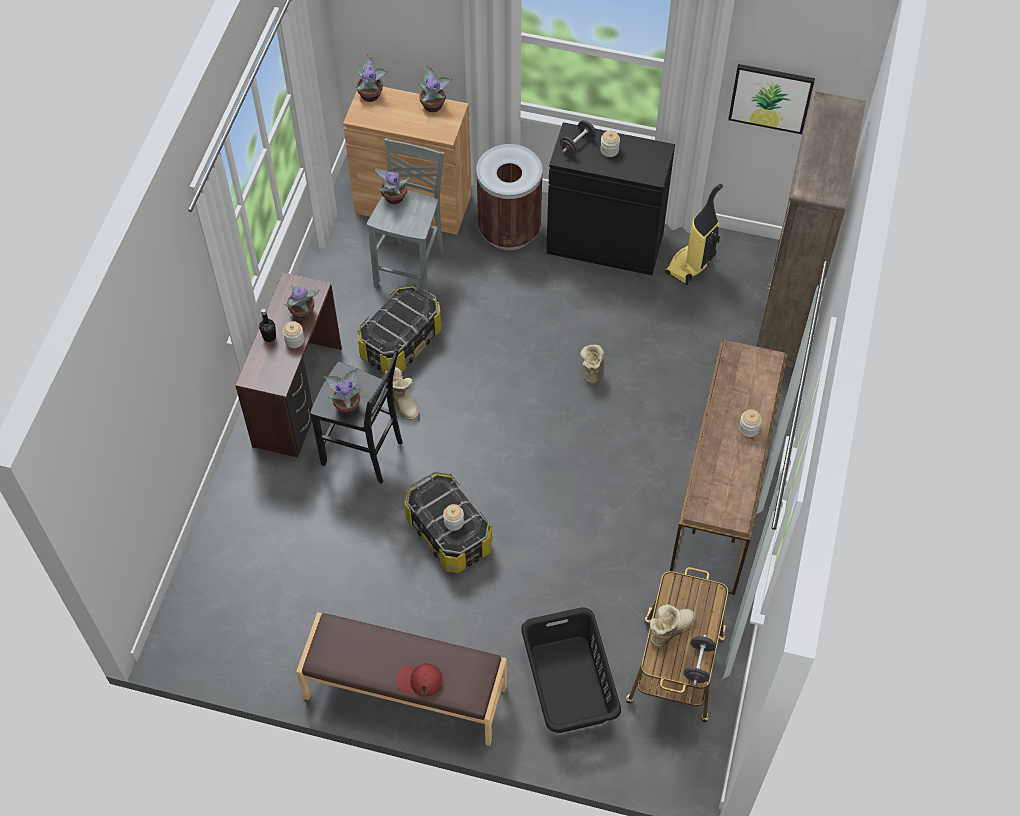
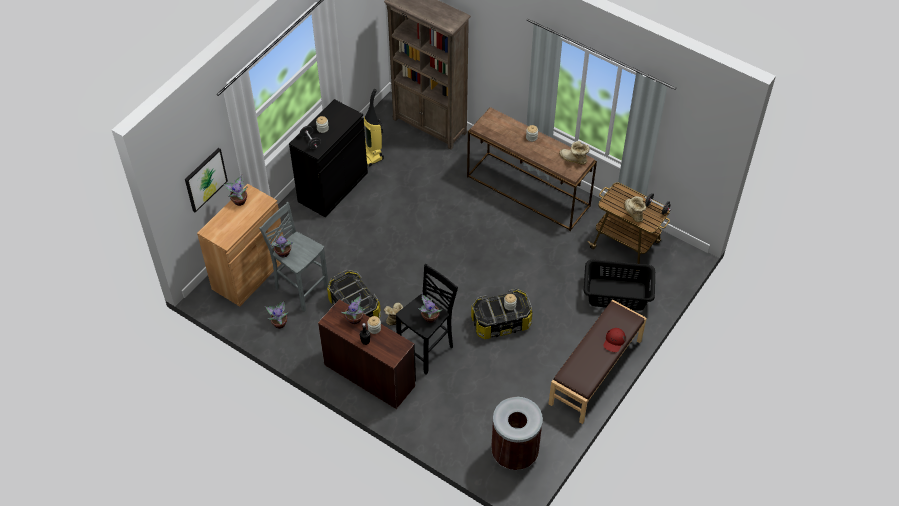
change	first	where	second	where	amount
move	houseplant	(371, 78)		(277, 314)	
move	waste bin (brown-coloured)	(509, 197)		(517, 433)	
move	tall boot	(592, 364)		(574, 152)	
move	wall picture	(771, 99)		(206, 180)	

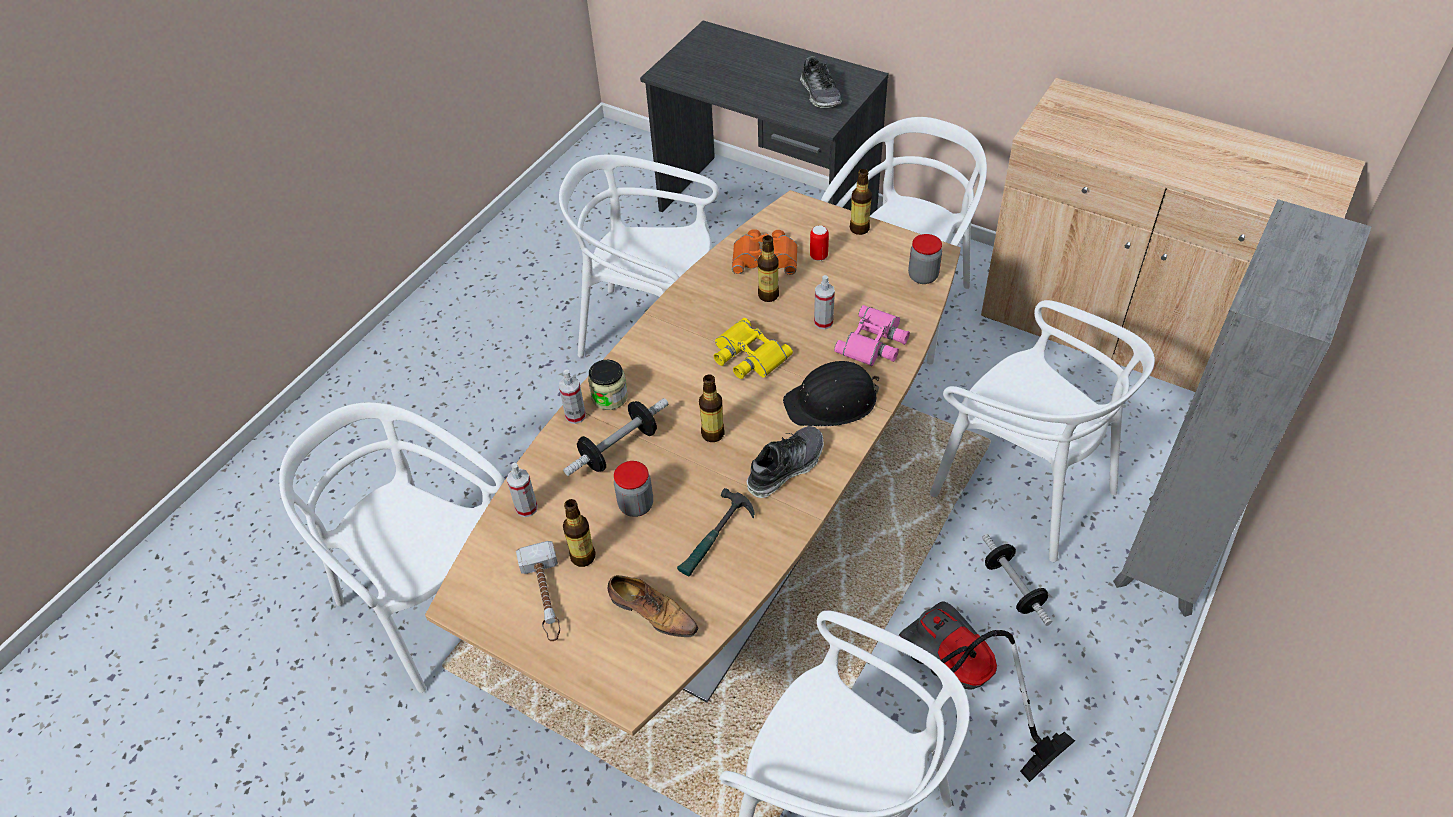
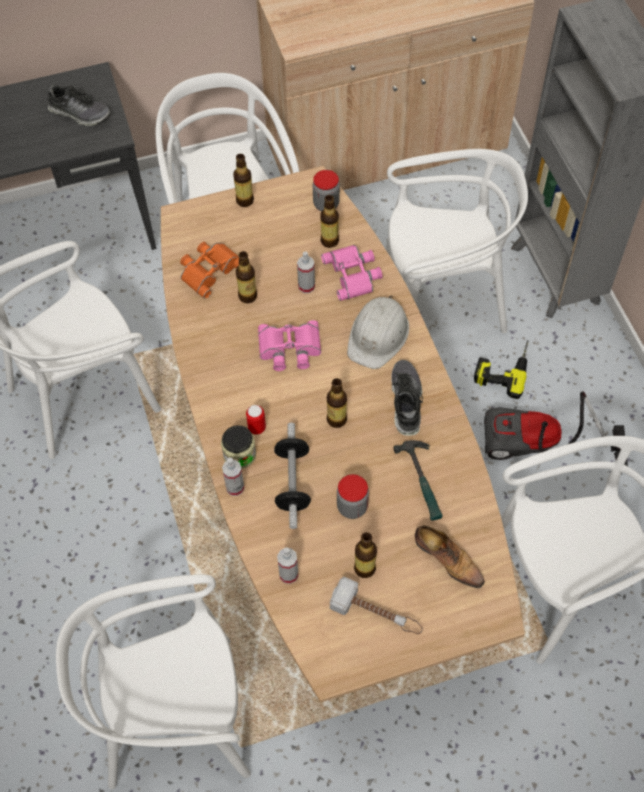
change	first	where	second	where	amount
rotate	shoe	(653, 606)		(450, 556)	60 degrees clockwise
recolor	field glasses (yellow-coloured)	(753, 348)	field glasses (pink-coloured)	(289, 345)	
recolor	work helmet (black-coloured)	(831, 393)	work helmet (white-coloured)	(378, 332)	
move	sealed can	(819, 243)		(256, 420)	
replace	dumbbell	(1017, 580)	electric drill	(501, 369)	
insert			beverage bottle	(329, 221)	

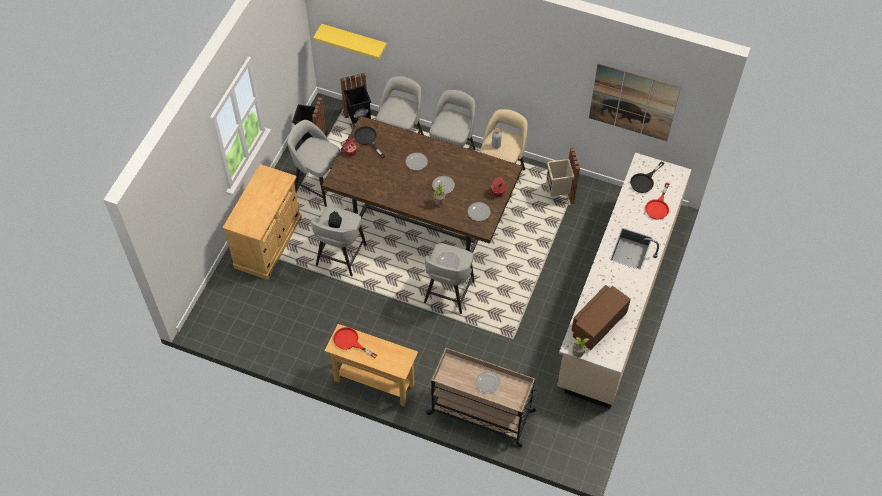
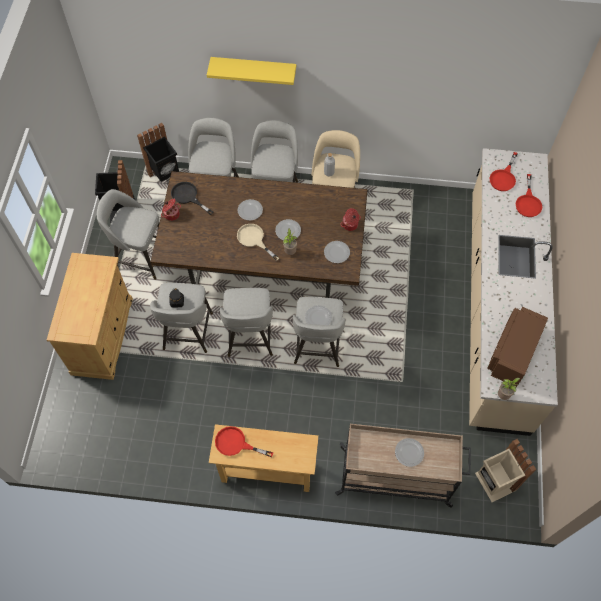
change	first	where	second	where	amount
move	shelf (yellow-coloured)	(350, 41)		(251, 71)	
move	waste bin (beige)	(563, 176)		(505, 470)	
delete	wall picture	(635, 102)			
recolor	frying pan (black-coloured)	(647, 177)	frying pan (red)	(503, 171)	
insert			stool seat (gray)	(246, 322)	
insert			frying pan (beige)	(258, 242)	

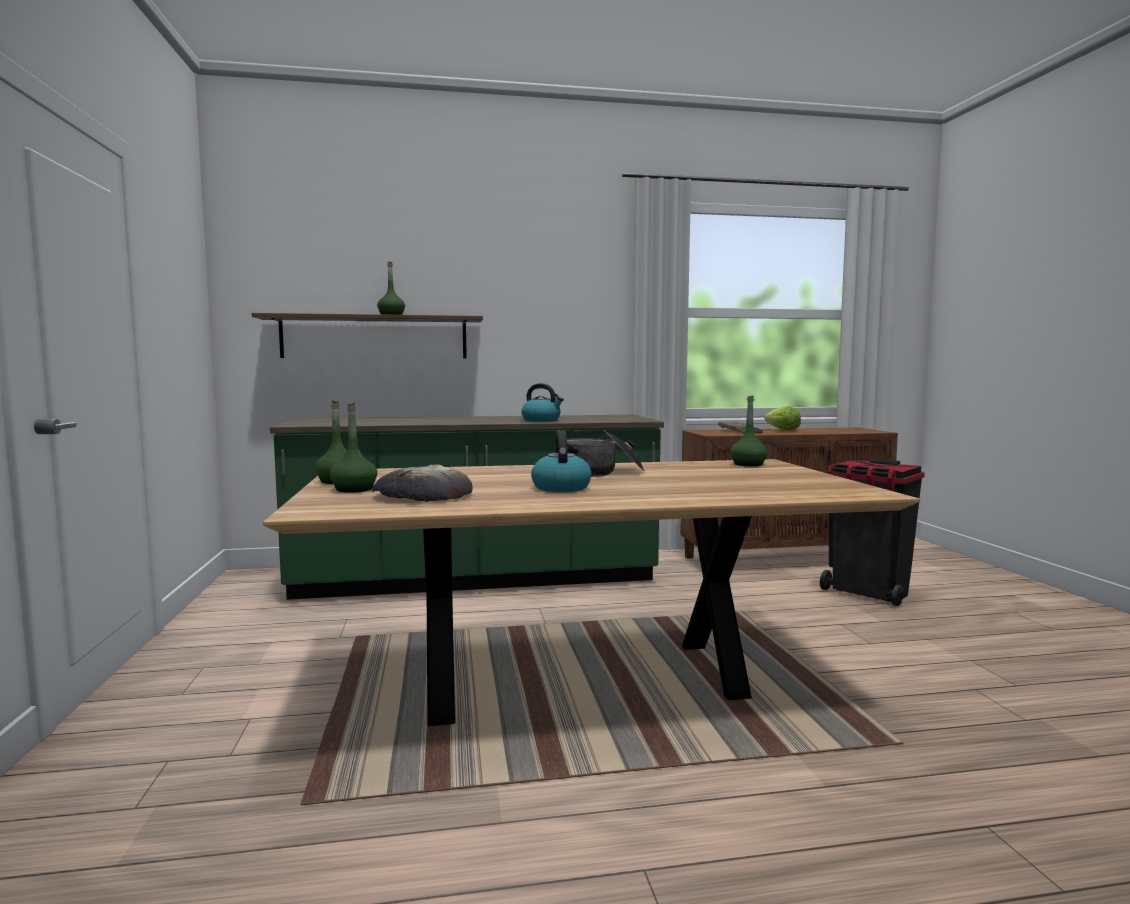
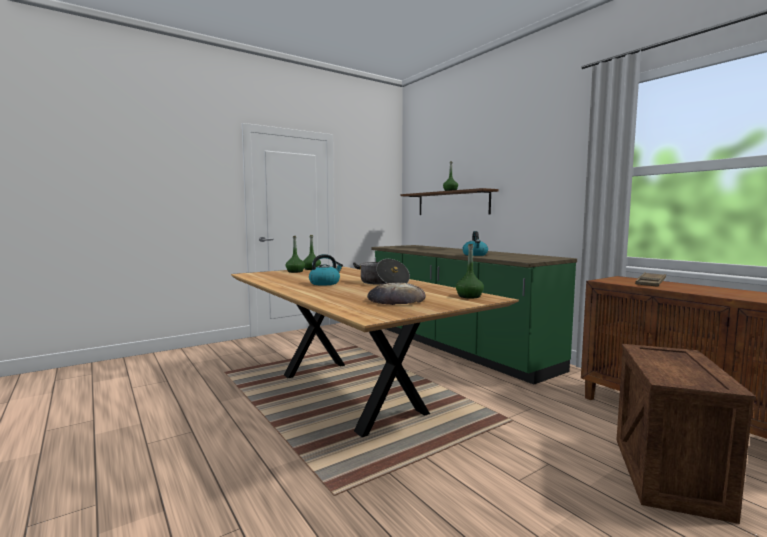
change	first	where	second	where	amount
move	bakery bread	(422, 483)		(396, 294)	
delete	head of lettuce	(783, 419)			
replace	waste bin (black-coloured)	(872, 532)	shipping crate	(686, 434)	

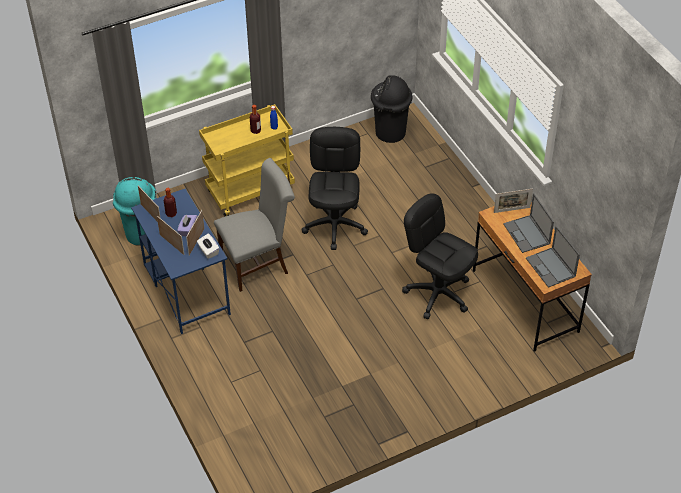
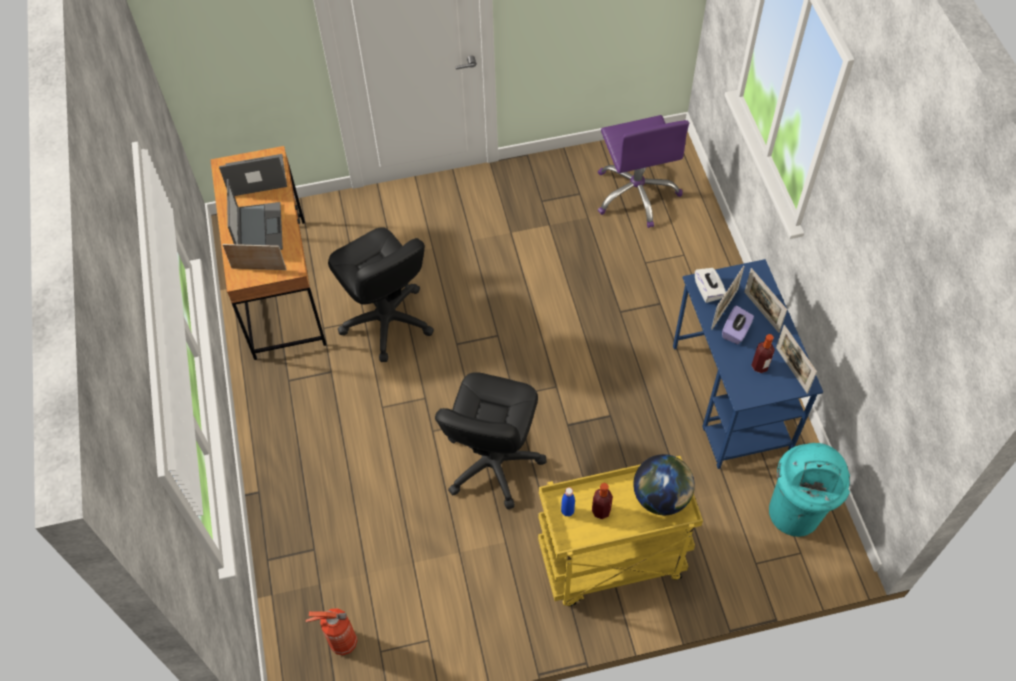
change	first	where	second	where	amount
delete	upright chair (gray)	(254, 225)			
replace	waste bin (black-coloured)	(392, 109)	fire extinguisher	(331, 631)	
rotate	laptop	(553, 257)		(253, 175)	90 degrees counterclockwise
insert			desk chair (purplish)	(643, 171)	
insert			globe	(664, 484)	

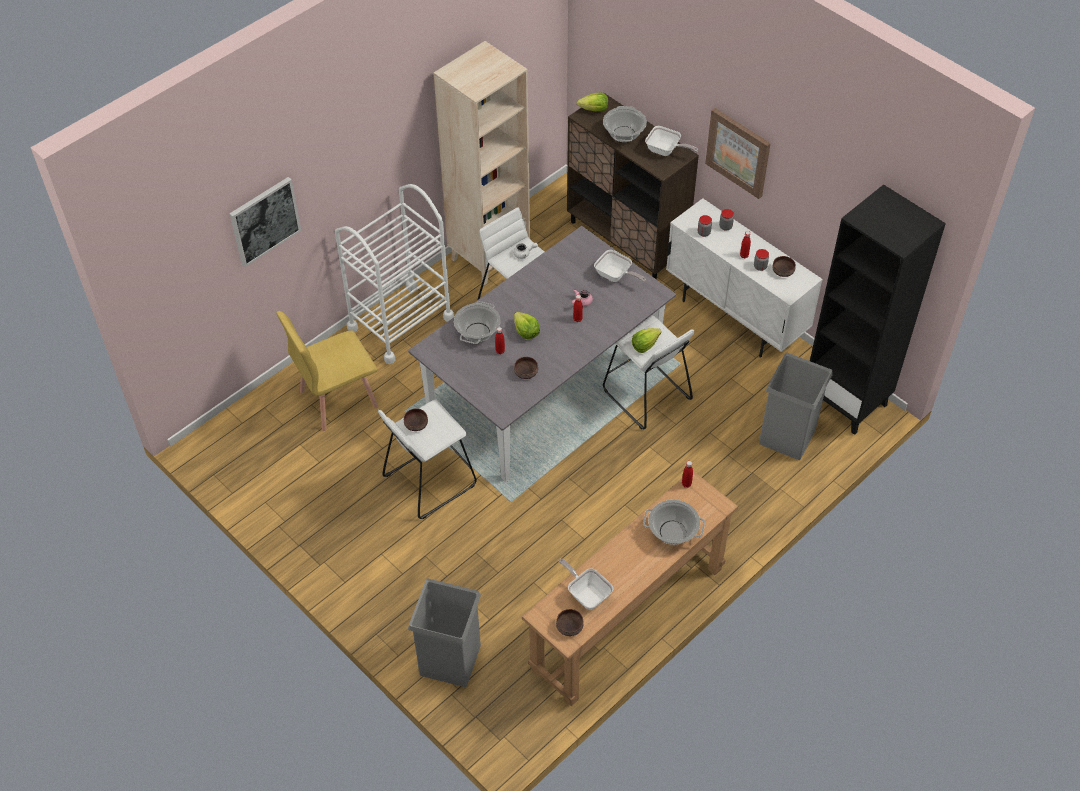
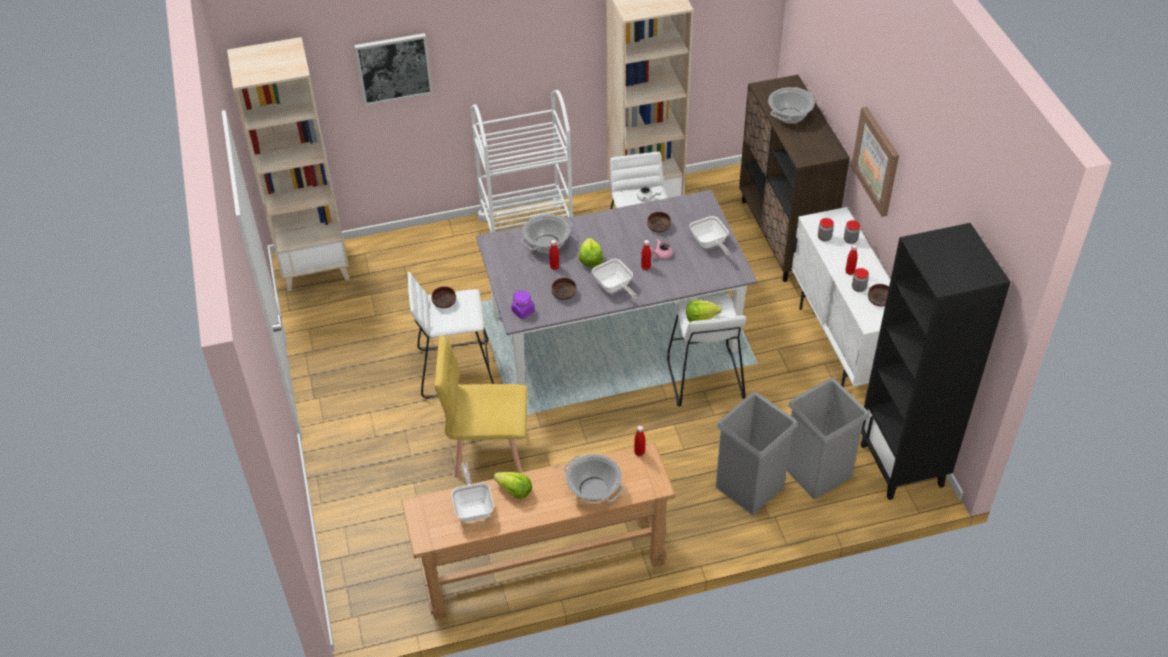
change	first	where	second	where	amount
move	upright chair (yellow-coloured)	(327, 371)		(481, 406)	
move	waste bin (gray)	(444, 633)		(757, 453)	
move	deep dish (brown-coloured)	(570, 622)		(659, 222)	
move	head of lettuce	(592, 102)		(512, 485)	
move	frying pan	(671, 141)		(614, 279)	
insert			bookcase (beige)	(288, 164)	
insert			preserve jar (purplish)	(523, 305)	

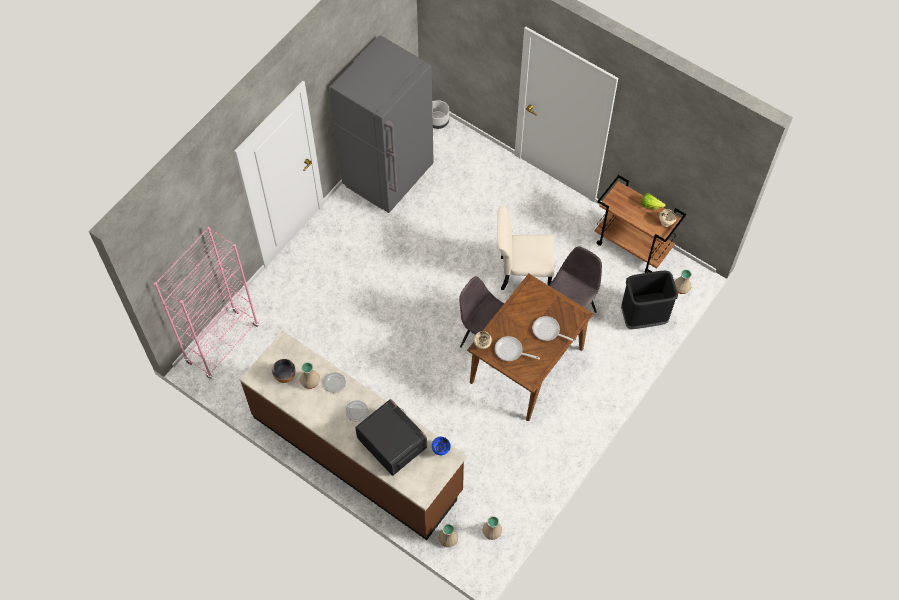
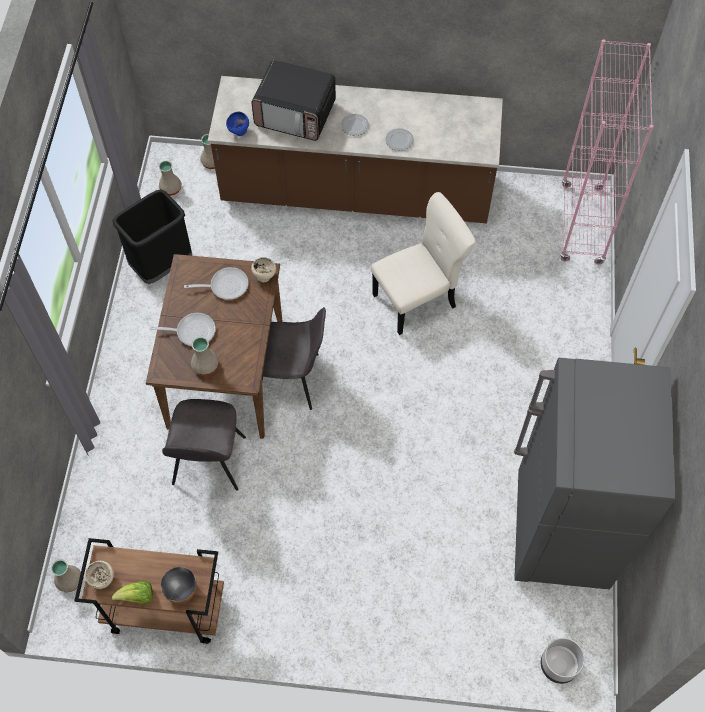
change	first	where	second	where	amount
move	deep dish	(283, 371)		(178, 585)	
move	decorative vase (beige)	(310, 375)		(205, 356)	
move	upright chair (beige)	(525, 248)		(423, 263)	
move	waste bin (black-coloured)	(649, 300)		(152, 236)	

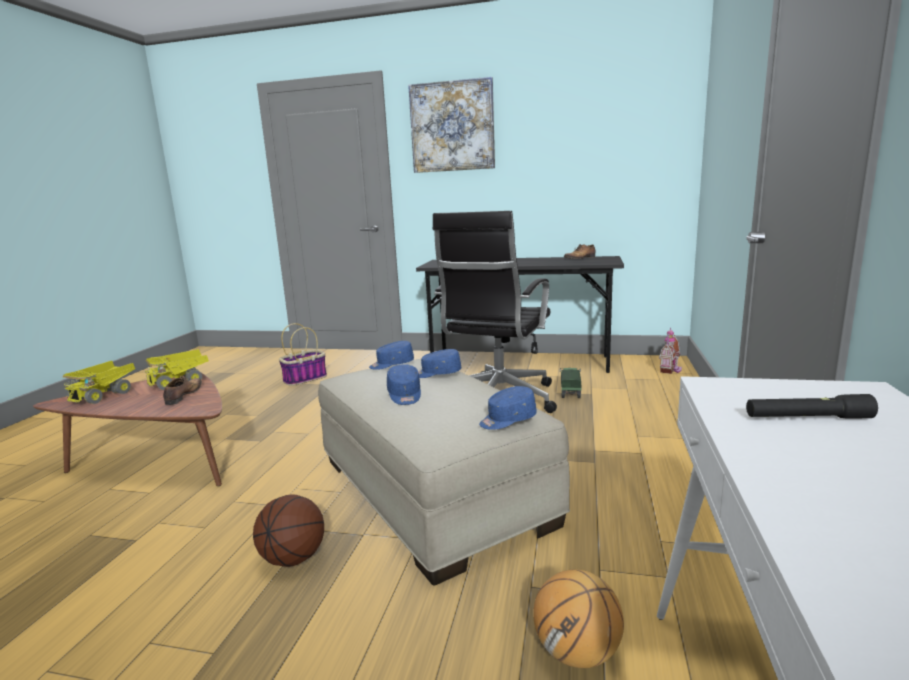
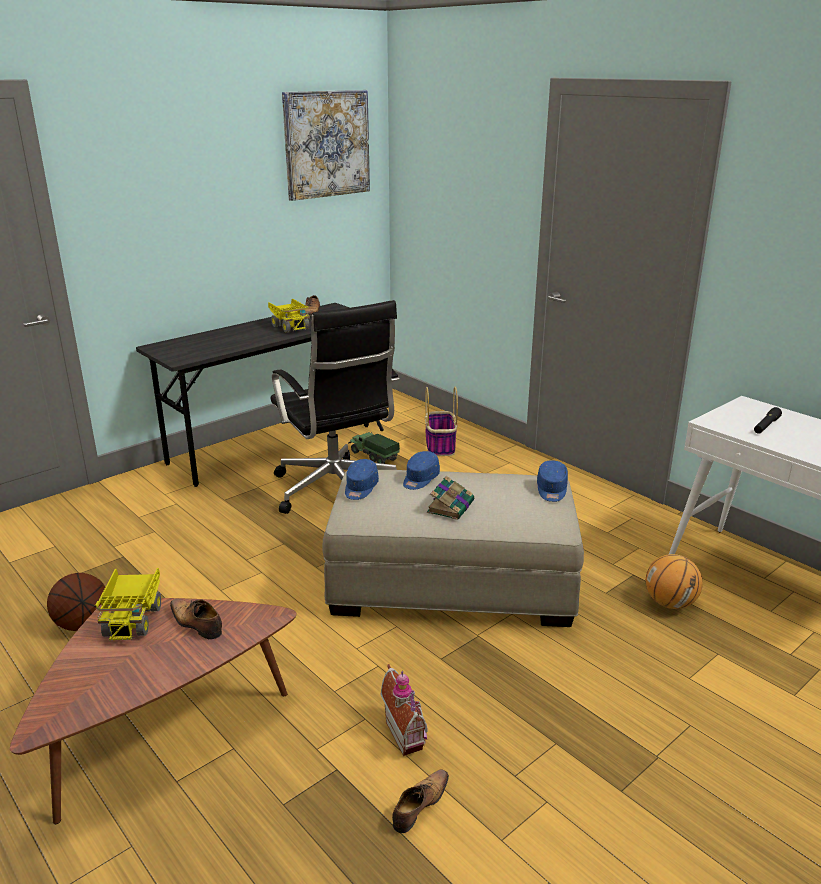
change	first	where	second	where	amount
move	toy truck	(99, 382)		(289, 316)	
move	basketball	(288, 530)		(76, 602)	
move	household basket	(303, 354)		(441, 421)	
replace	cap (bluish)	(404, 384)	bound book	(450, 498)	
move	wall picture	(451, 125)		(326, 145)	
move	miniature house	(670, 351)		(404, 710)	
insert			shoe	(420, 801)	

